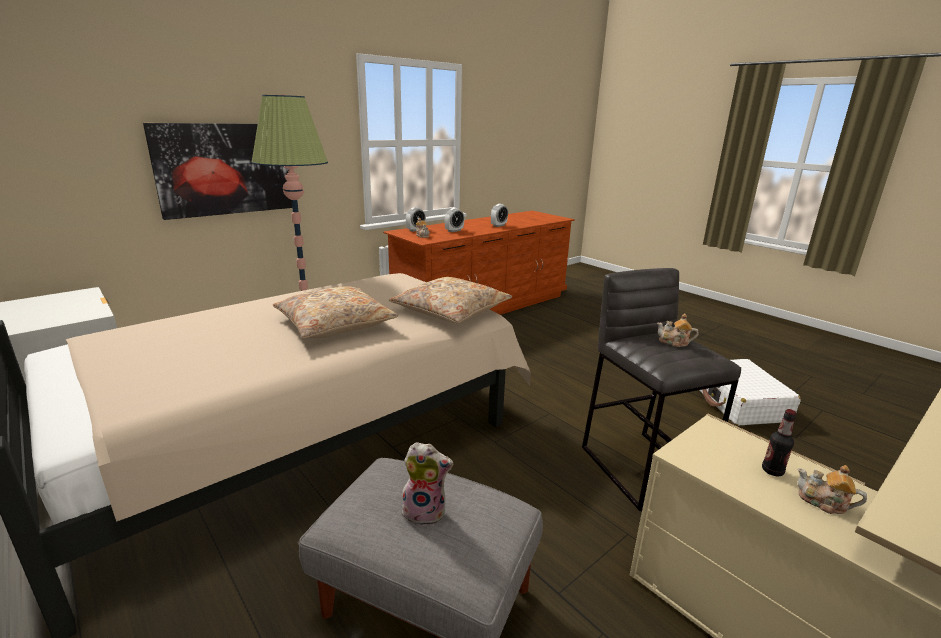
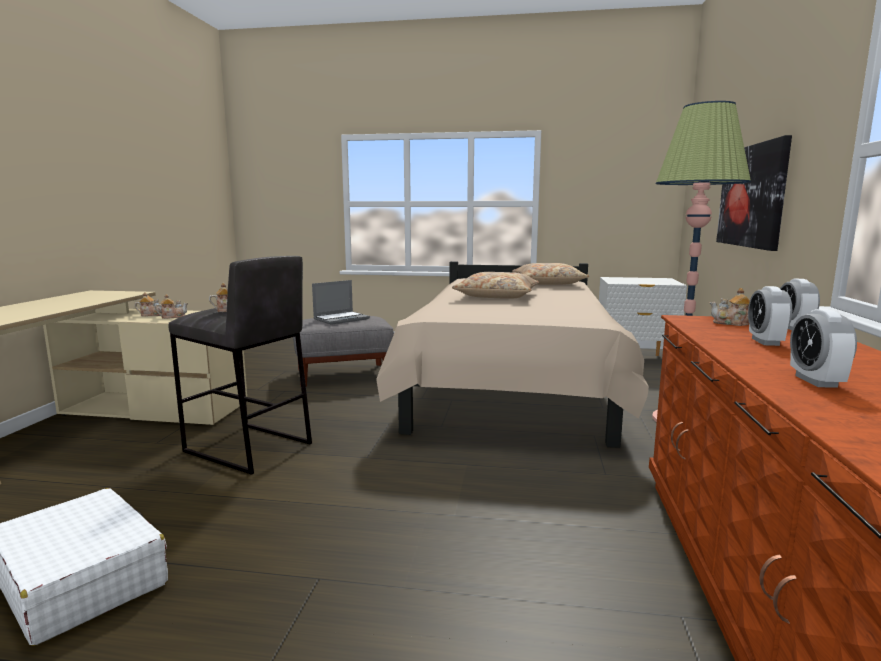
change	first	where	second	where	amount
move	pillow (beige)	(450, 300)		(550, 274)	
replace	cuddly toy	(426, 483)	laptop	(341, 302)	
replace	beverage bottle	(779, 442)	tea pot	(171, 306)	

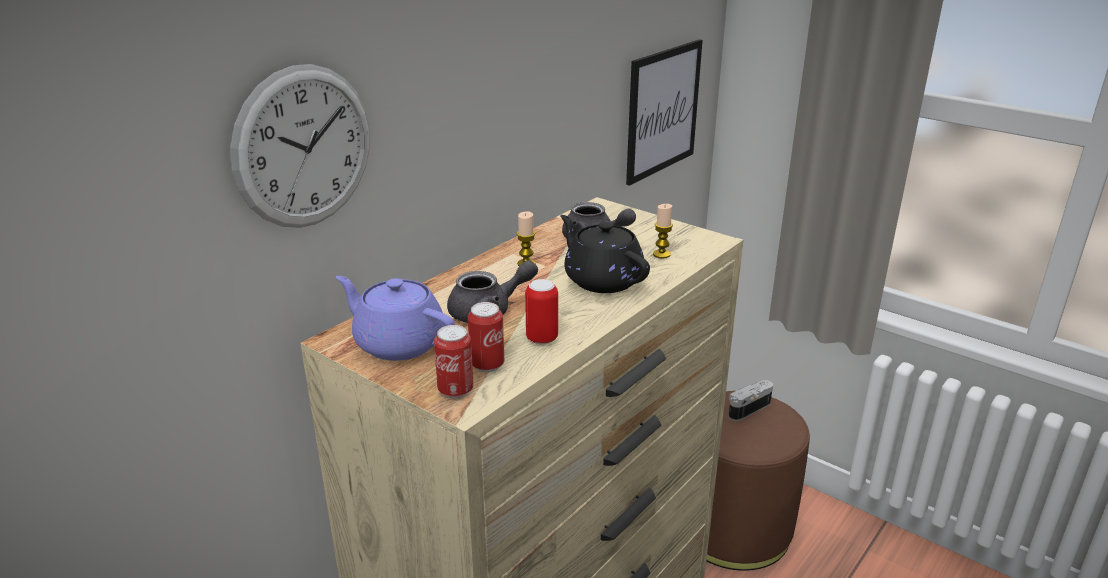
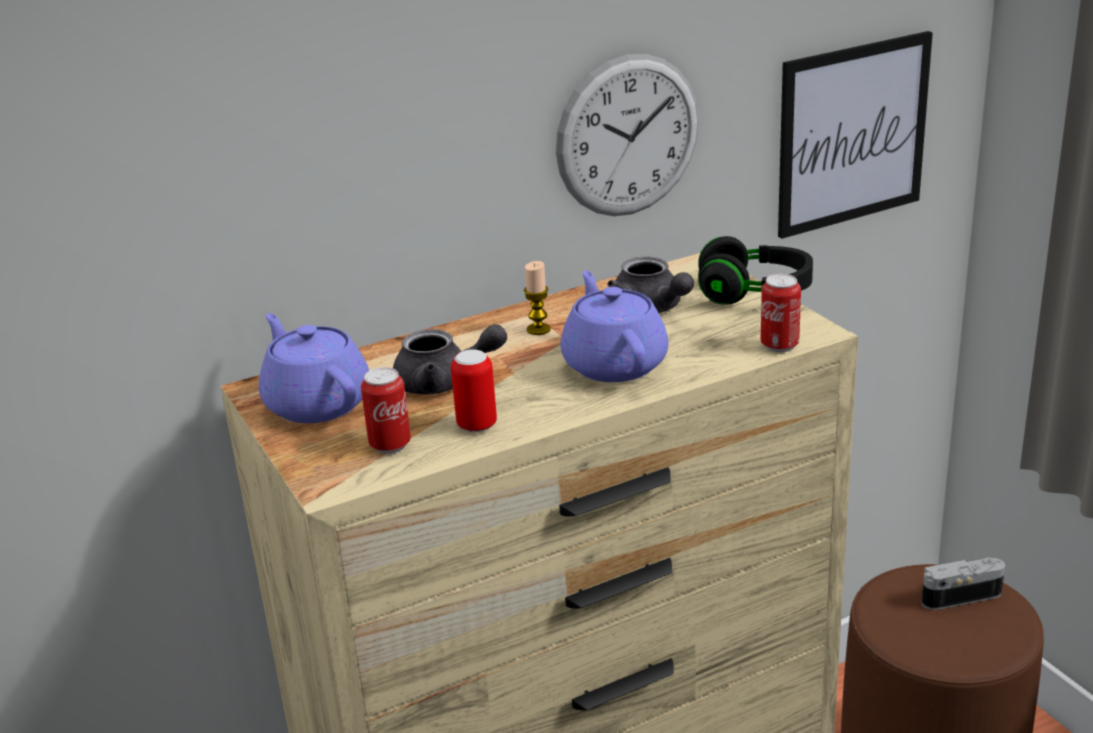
change	first	where	second	where	amount
move	clock on the wall	(300, 146)		(627, 135)	
move	sealed can	(454, 361)		(781, 313)	
recolor	tea pot (black-coloured)	(605, 254)	tea pot (purplish)	(615, 326)	
delete	wax light	(663, 231)			
insert			headphones (black-coloured)	(755, 270)	

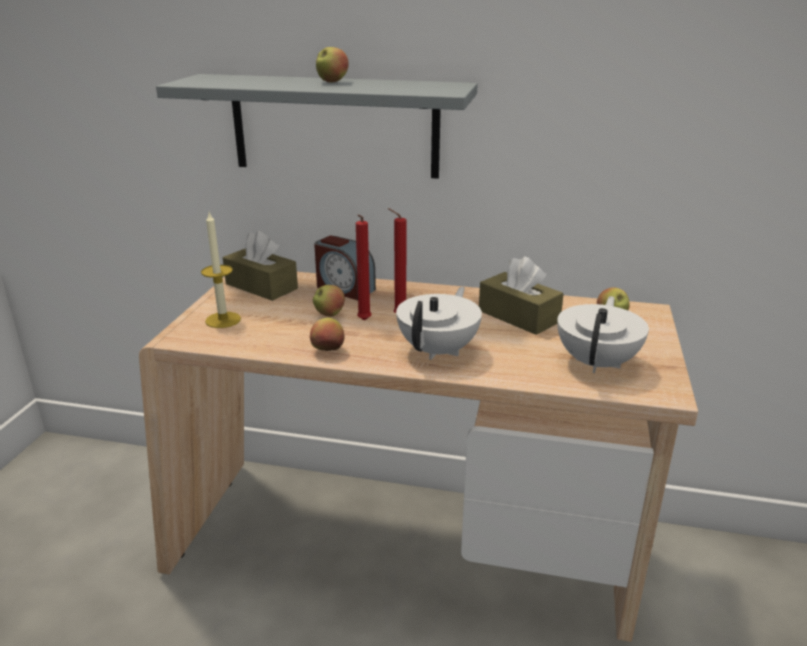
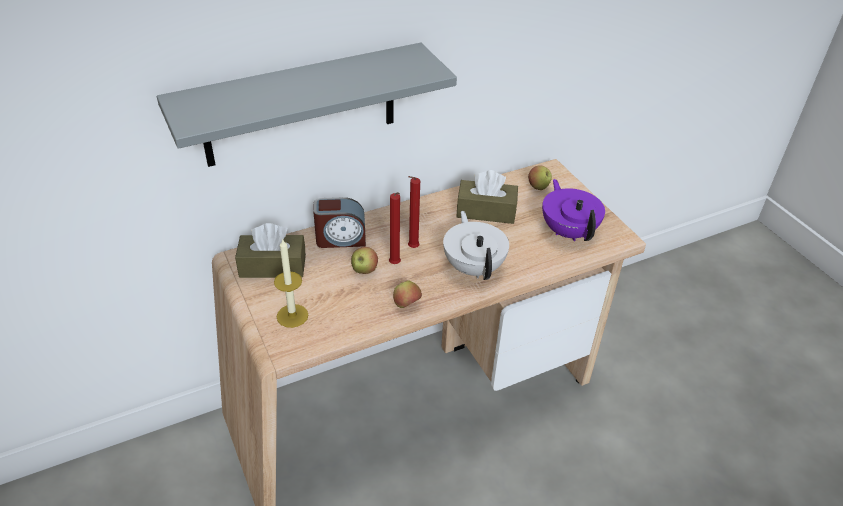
change	first	where	second	where	amount
delete	apple fruit	(332, 65)			
recolor	tea pot (white-coloured)	(603, 334)	tea pot (purplish)	(573, 210)	

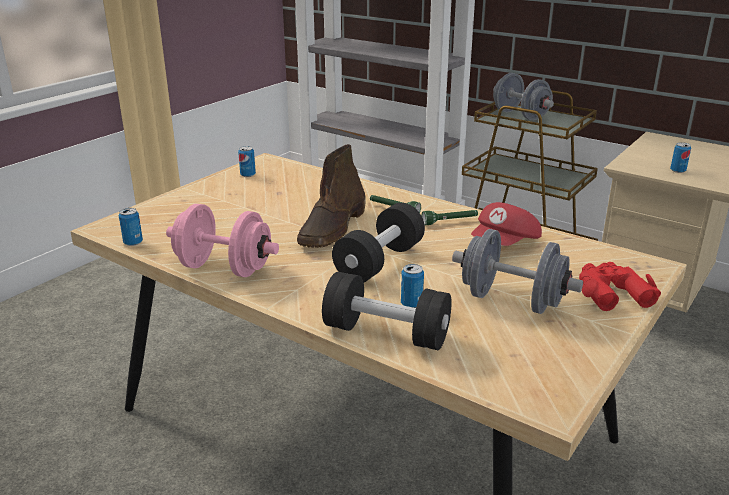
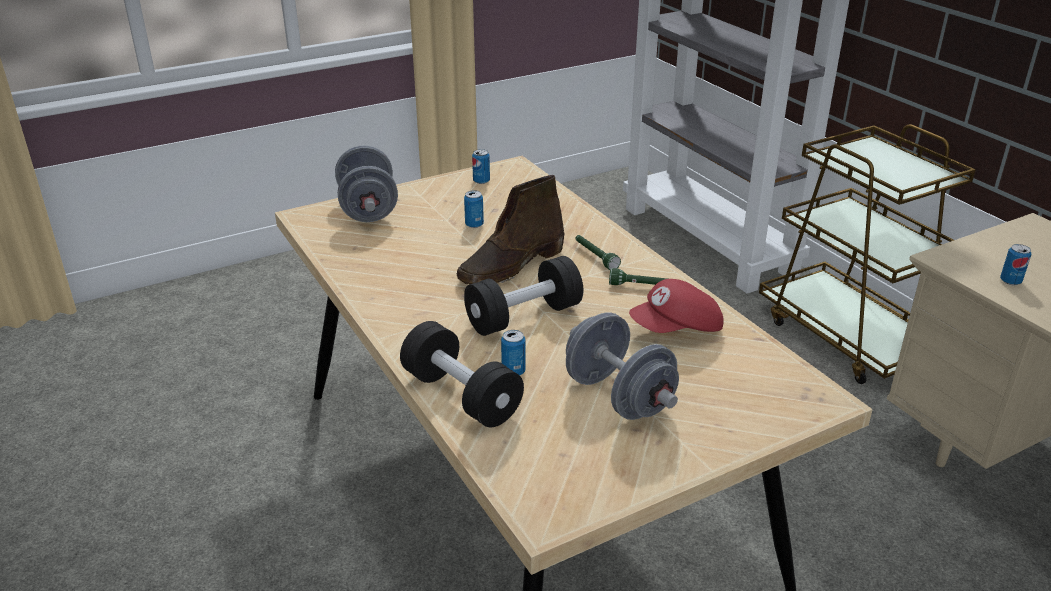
change	first	where	second	where	amount
move	sealed can	(131, 227)		(474, 209)	
delete	dumbbell (pink-coloured)	(222, 240)			
move	dumbbell (gray)	(523, 96)		(366, 183)	
delete	field glasses (red)	(620, 286)			

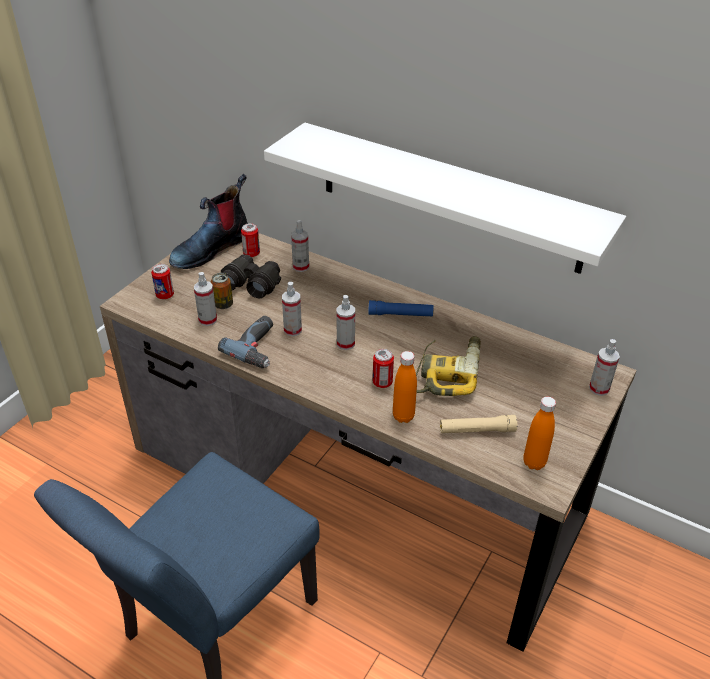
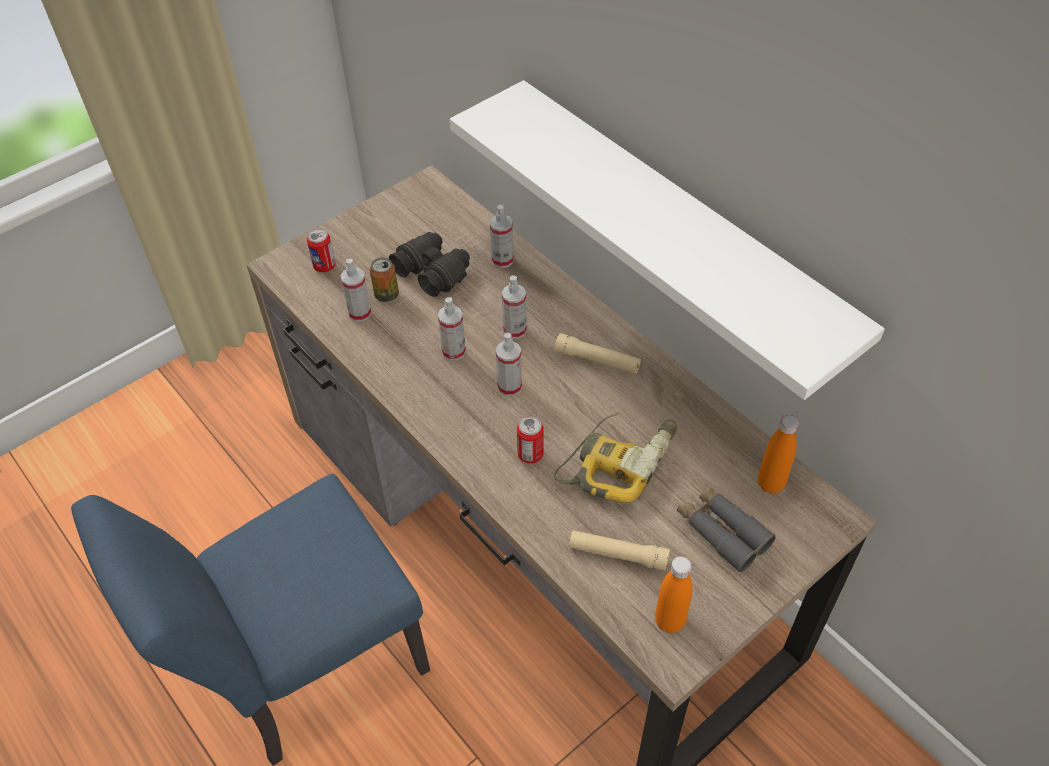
change	first	where	second	where	amount
delete	tall boot	(208, 221)			
delete	electric drill	(245, 342)			
delete	sealed can	(250, 240)			
recolor	torch (bluish)	(401, 308)	torch (beige)	(598, 353)	
move	beverage bottle (orange)	(405, 387)		(778, 454)	
move	spray bottle	(604, 367)		(514, 307)	
insert			field glasses (gray)	(726, 528)	

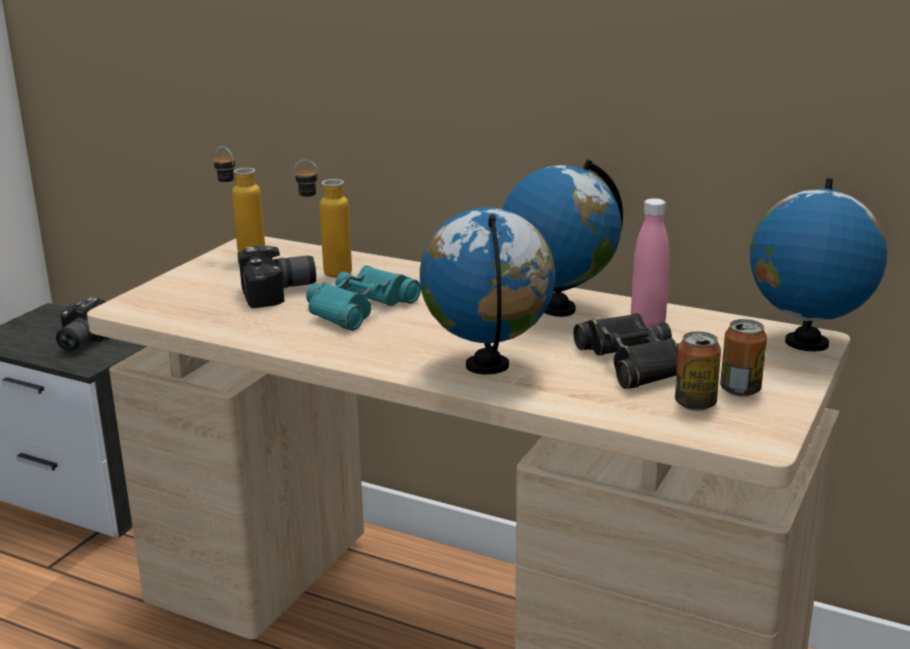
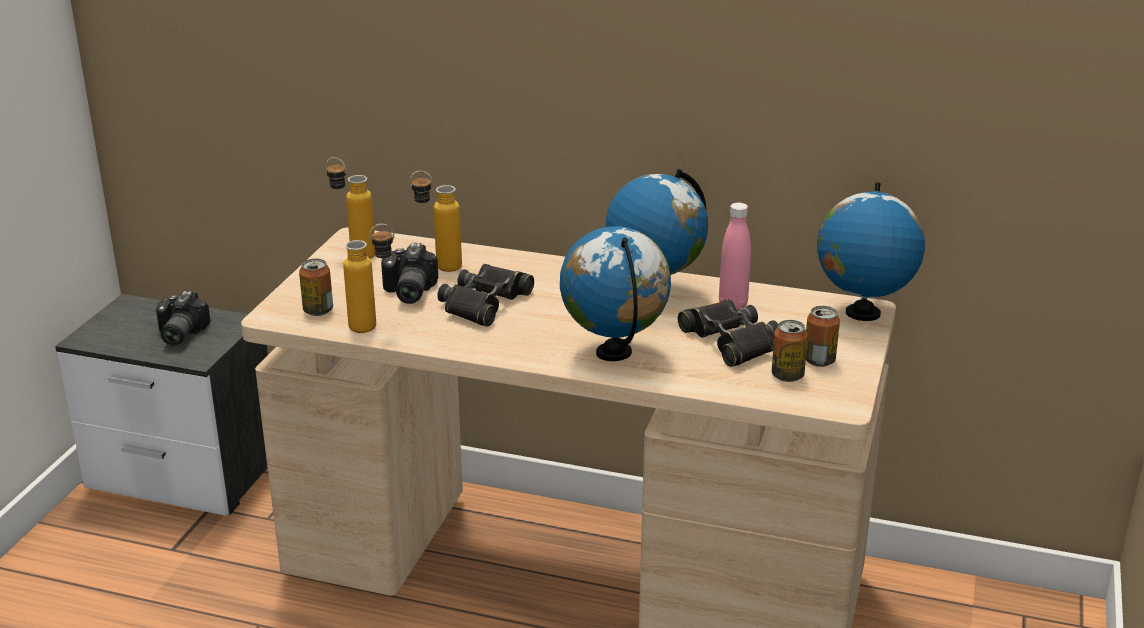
change	first	where	second	where	amount
rotate	still camera	(277, 277)		(409, 273)	120 degrees clockwise
recolor	field glasses (turquoise-coloured)	(363, 298)	field glasses (black-coloured)	(486, 295)	
insert			sealed can	(316, 287)	
insert			beverage bottle	(368, 278)	

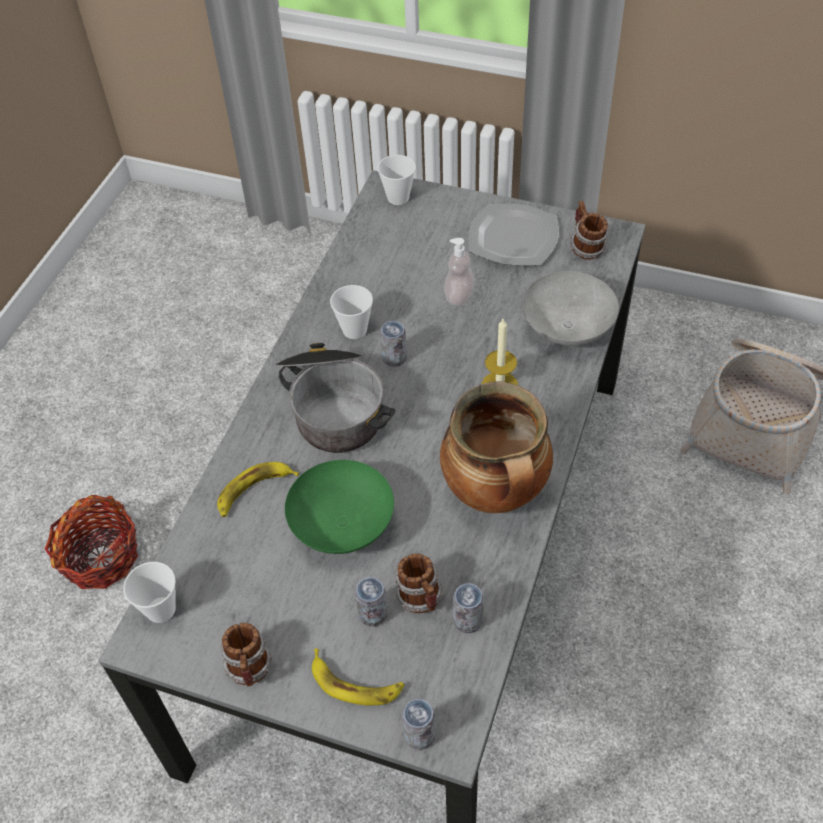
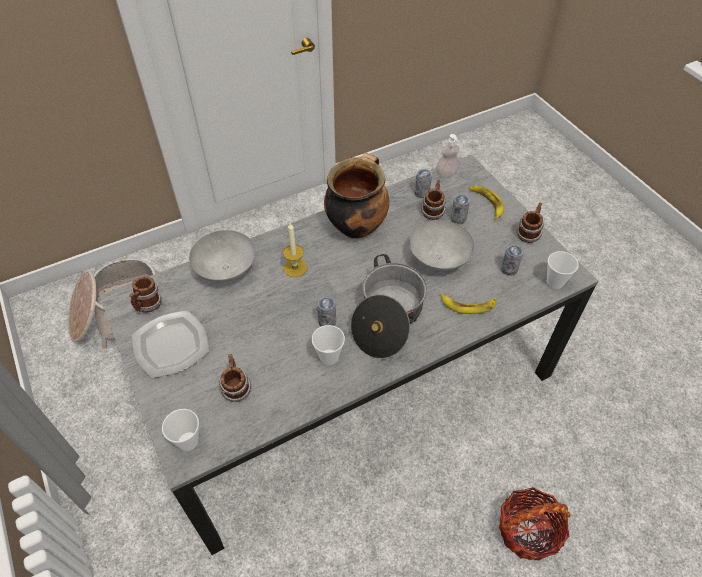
change	first	where	second	where	amount
recolor	deep dish (green-coloured)	(339, 507)	deep dish (gray)	(442, 245)	
move	sealed can	(419, 724)		(512, 260)	
move	liquid soap bottle	(459, 272)		(448, 156)	
insert			mug	(235, 378)	

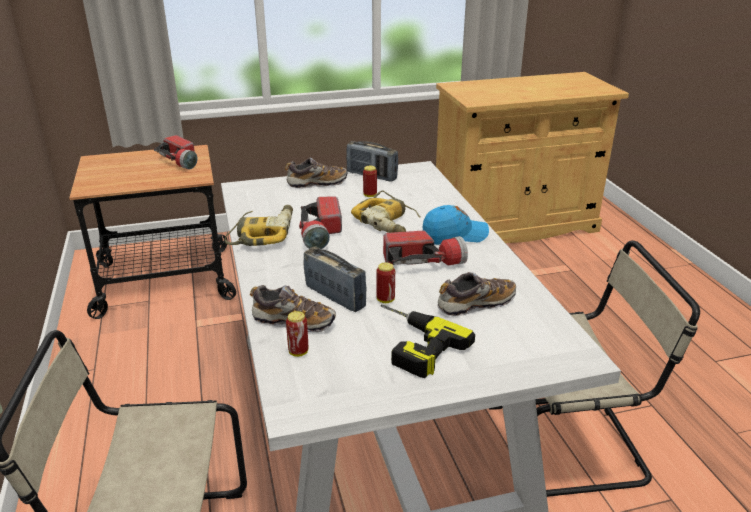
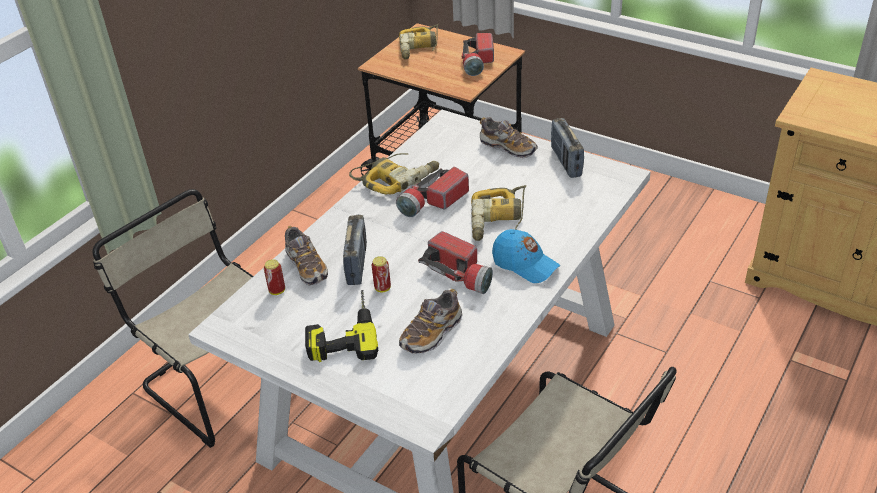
change	first	where	second	where	amount
delete	sealed can	(370, 181)			
rotate	shoe	(476, 294)		(431, 321)	105 degrees clockwise
insert			electric drill	(419, 41)	

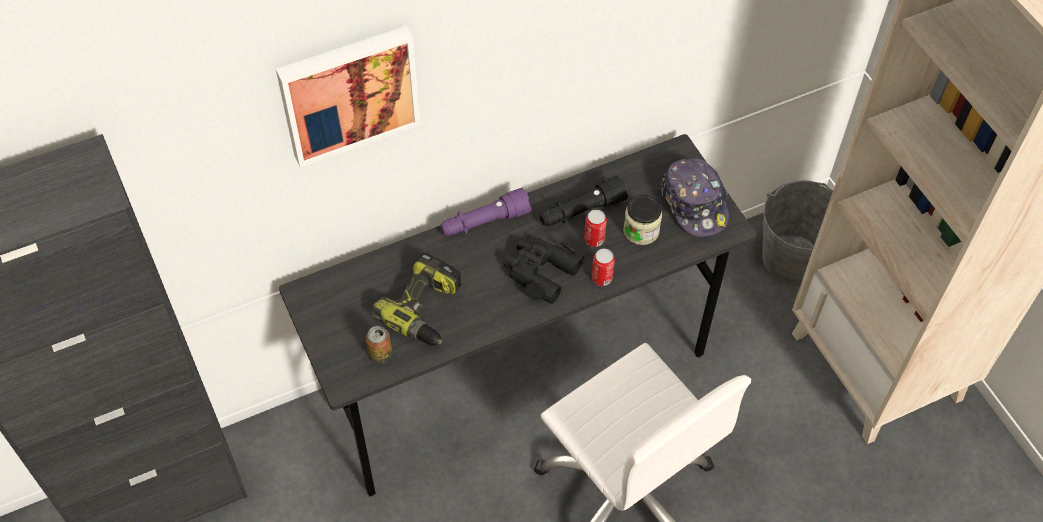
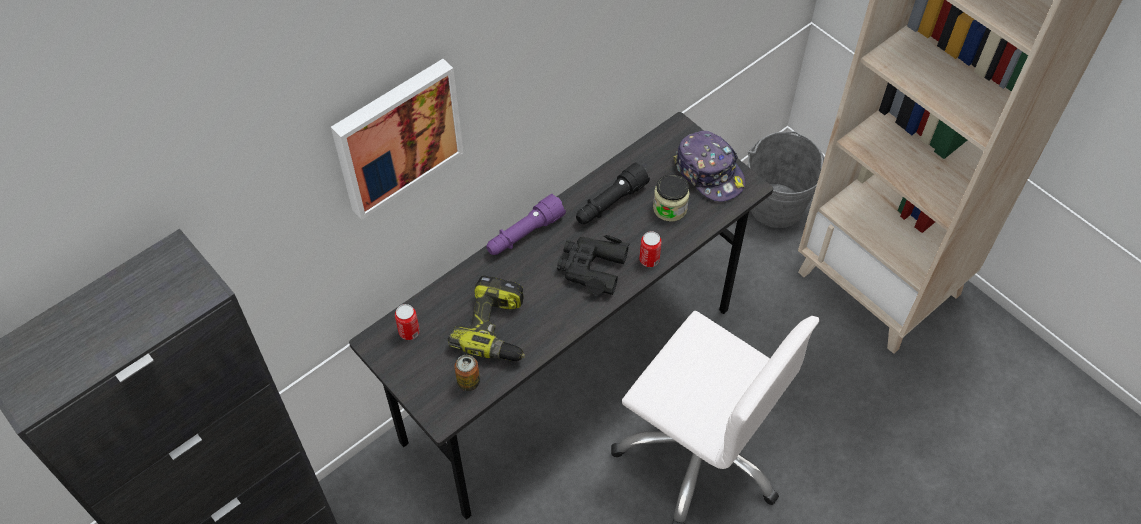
change	first	where	second	where	amount
move	sealed can	(595, 228)		(407, 322)	

